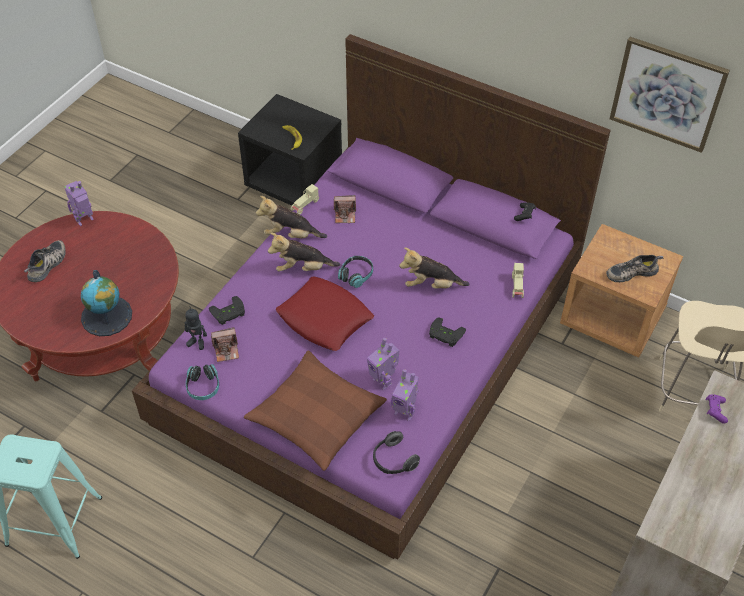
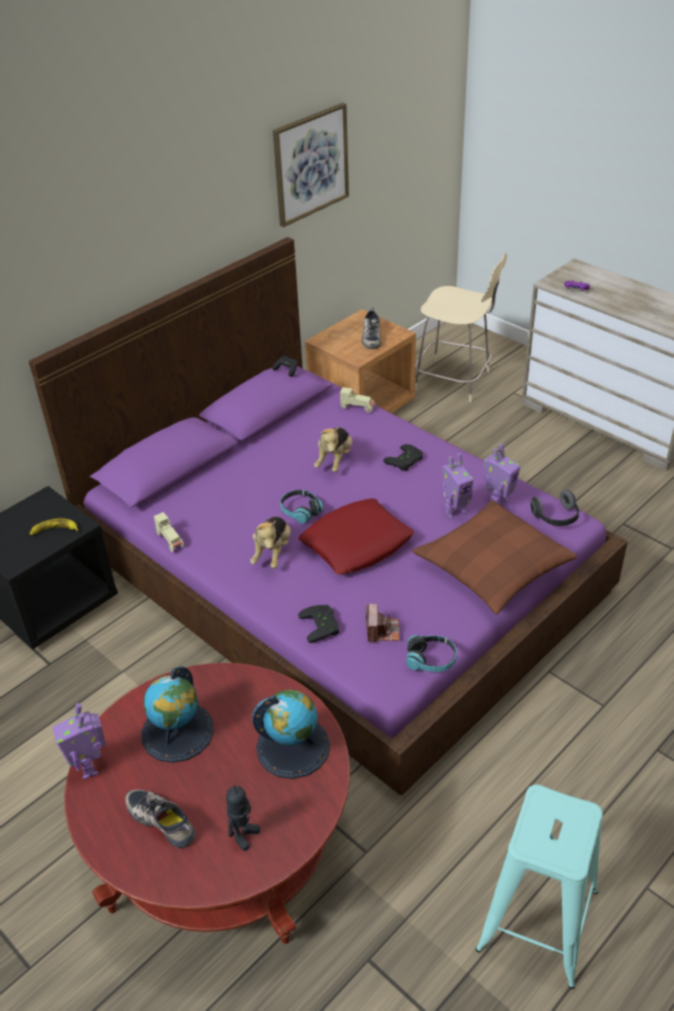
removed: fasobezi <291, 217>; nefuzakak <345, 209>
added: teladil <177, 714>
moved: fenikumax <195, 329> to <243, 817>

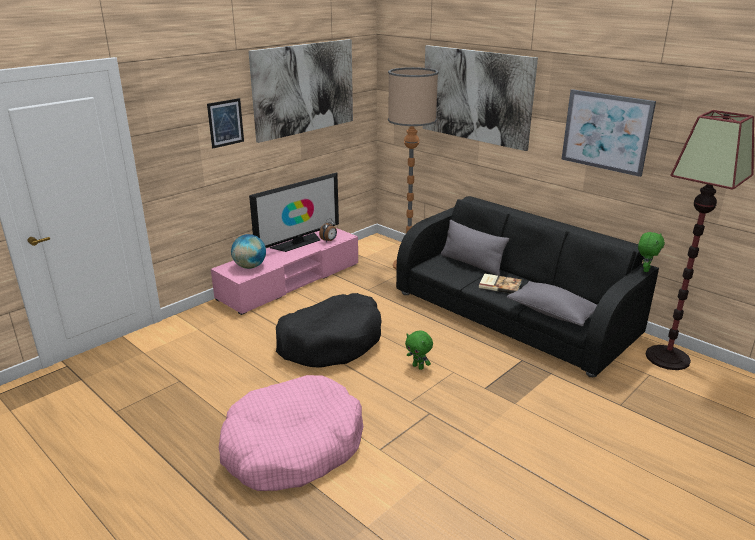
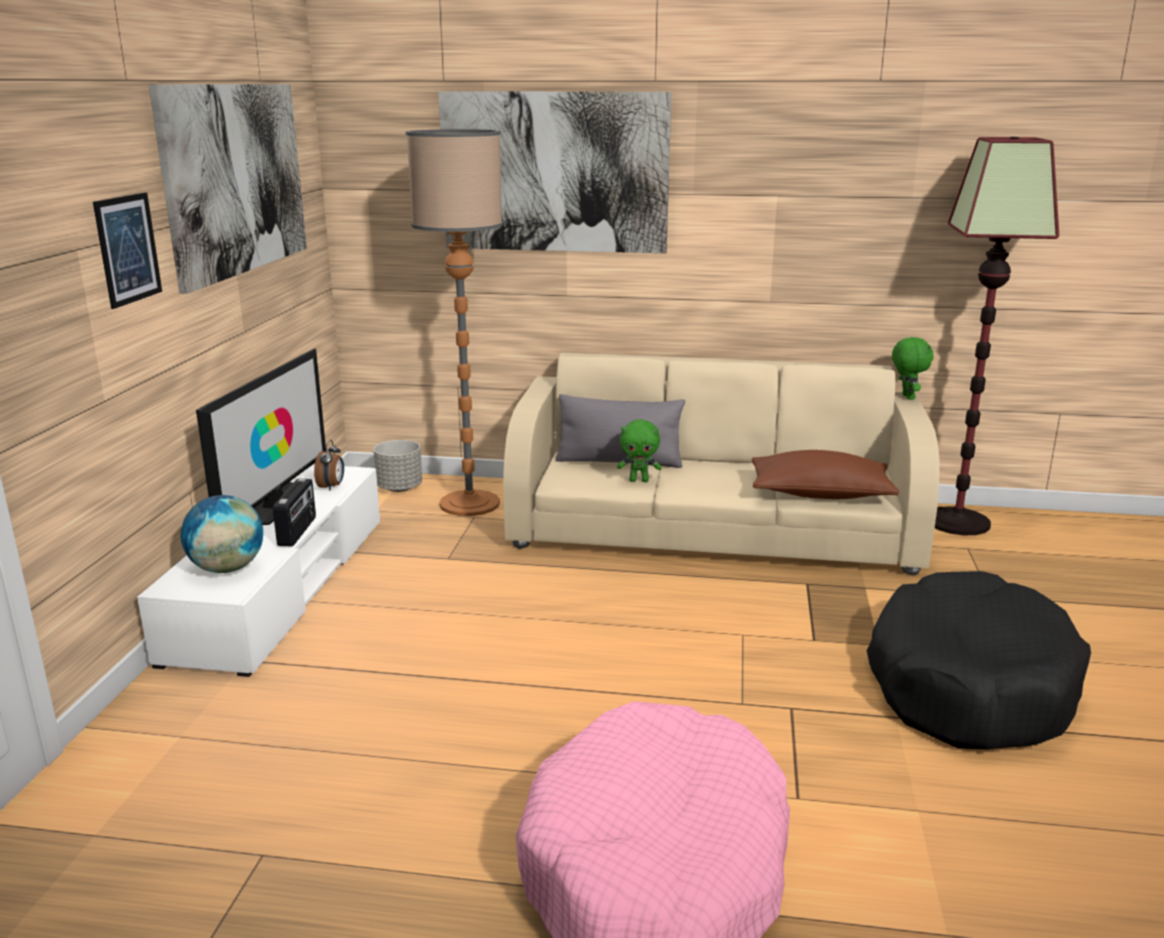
removed: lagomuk <500, 283>; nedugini <608, 133>
added: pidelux <294, 512>; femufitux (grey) <397, 466>
moved: fasobezi (green) <419, 350> to <639, 450>; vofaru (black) <329, 330> to <979, 660>
recoloured: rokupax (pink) <284, 271> to rokupax (white) <258, 570>; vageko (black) <527, 286> to vageko (beige) <721, 464>; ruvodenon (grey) <552, 303> to ruvodenon (brown) <825, 474>

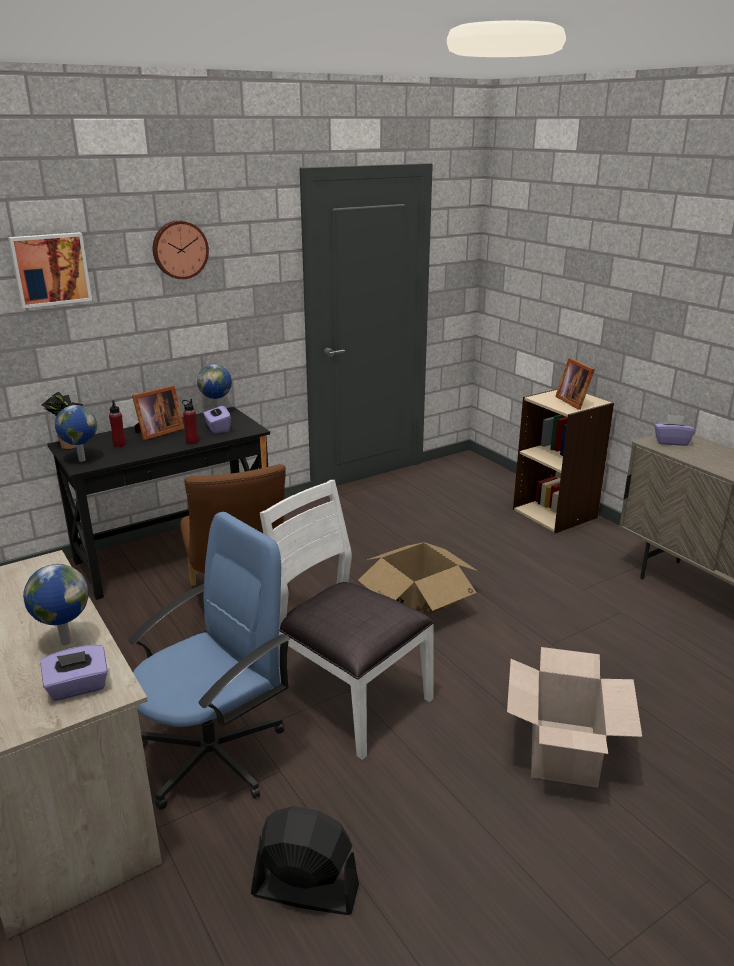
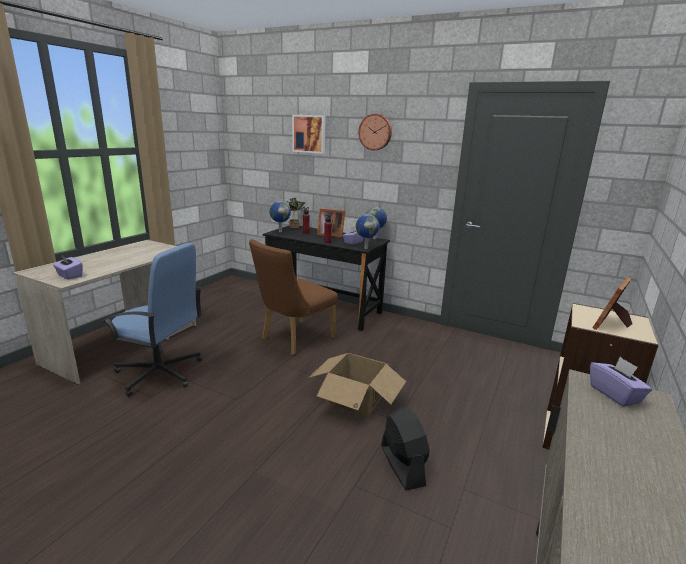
removed: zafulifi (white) <347, 620>; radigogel <574, 717>
moved: teladil <56, 604> to <367, 231>; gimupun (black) <305, 860> to <405, 449>

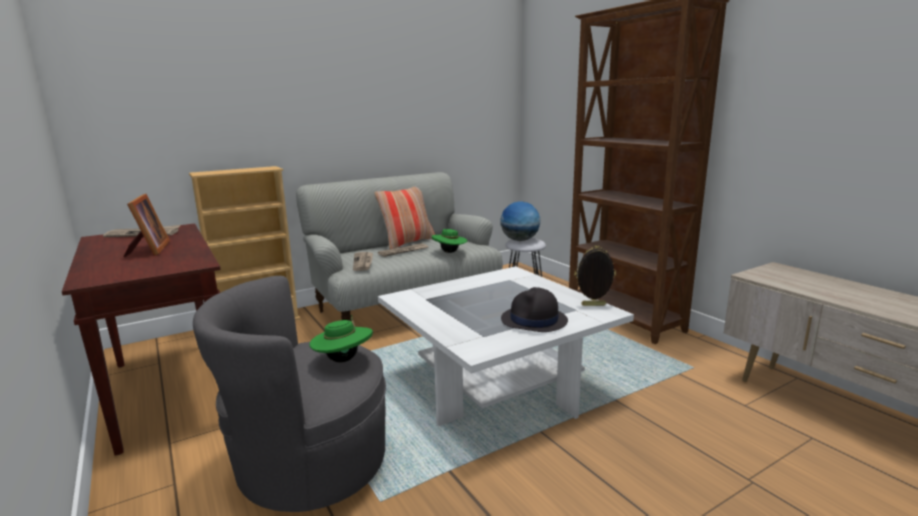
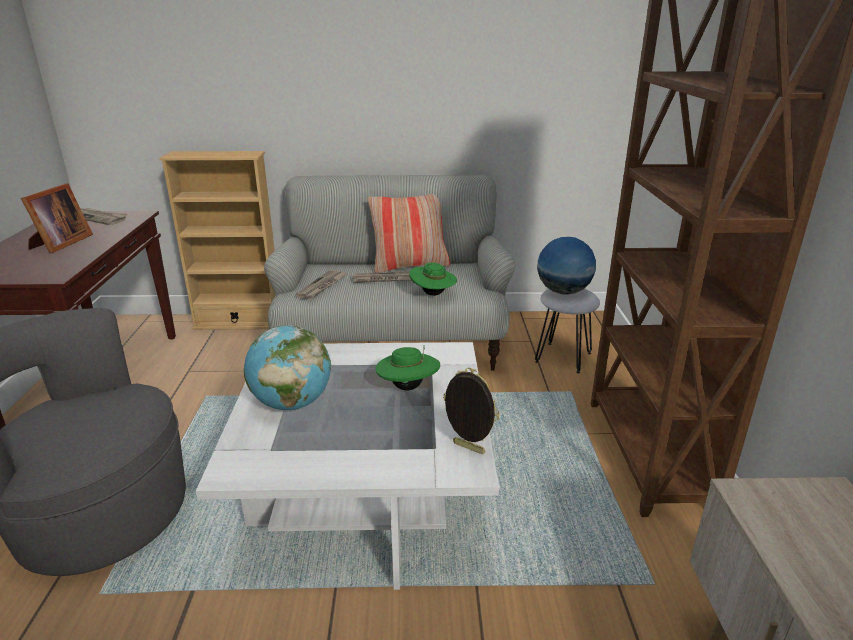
removed: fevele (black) <534, 309>
added: teladil <287, 367>
moved: fevele (green) <341, 339> to <408, 367>

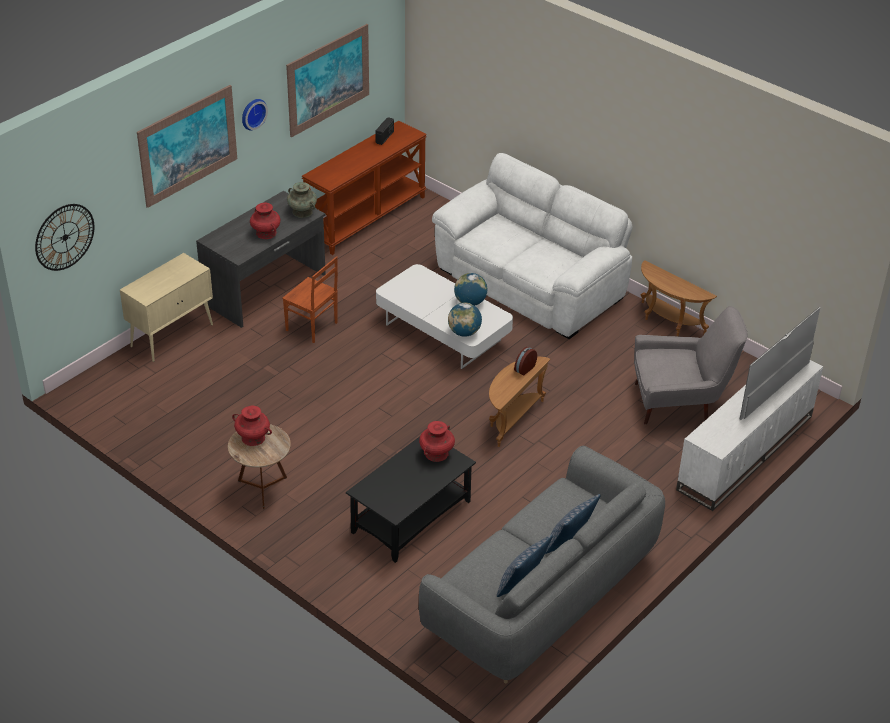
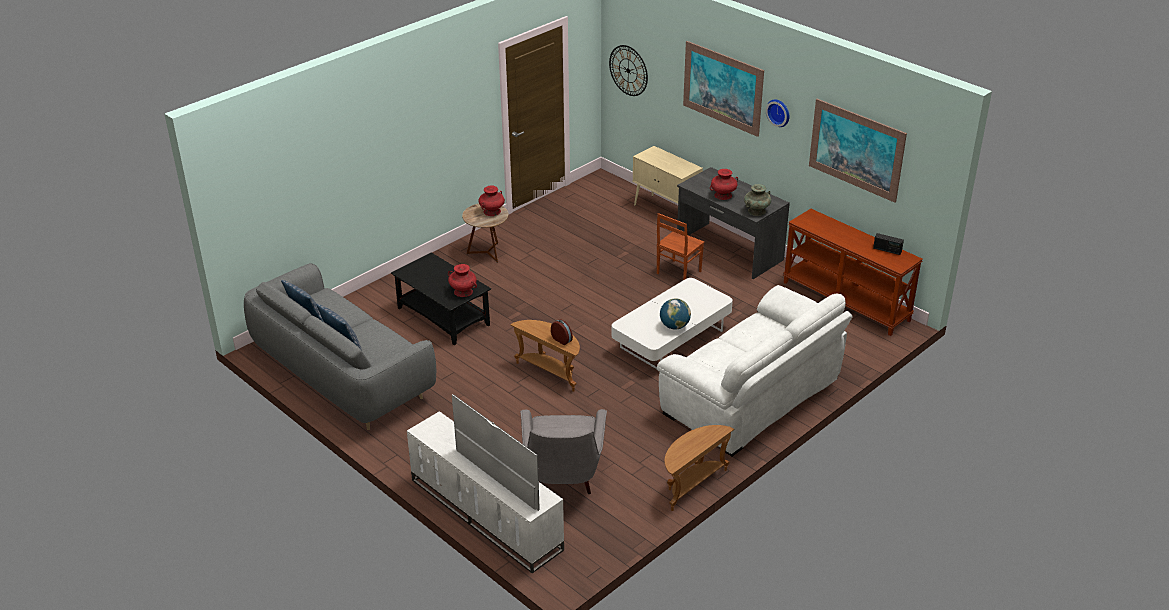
removed: teladil <465, 320>

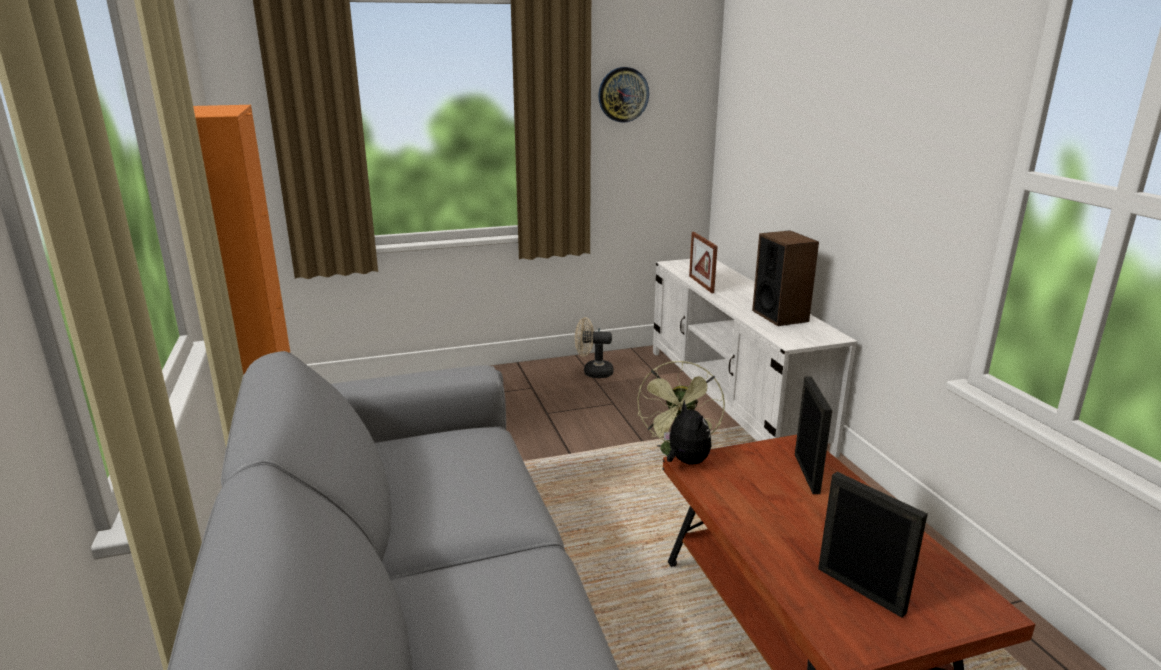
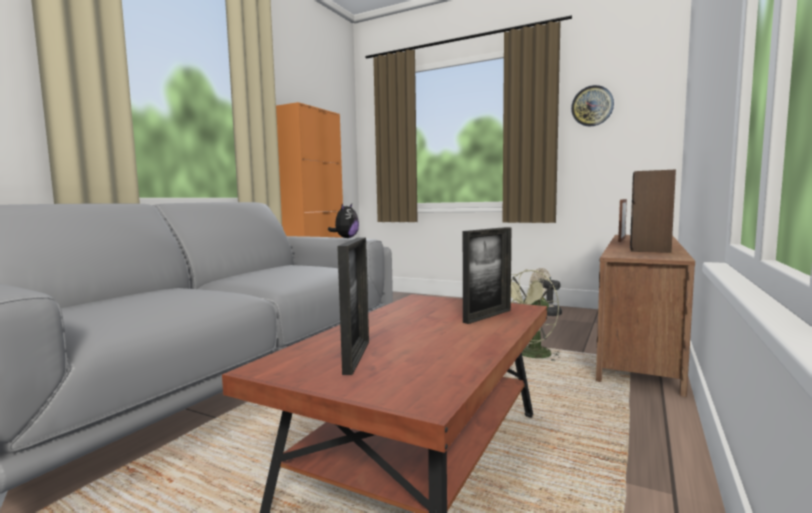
moved: fasobezi <687, 432> to <343, 221>
recoloured: rokupax (white) <755, 358> to rokupax (brown) <645, 316>

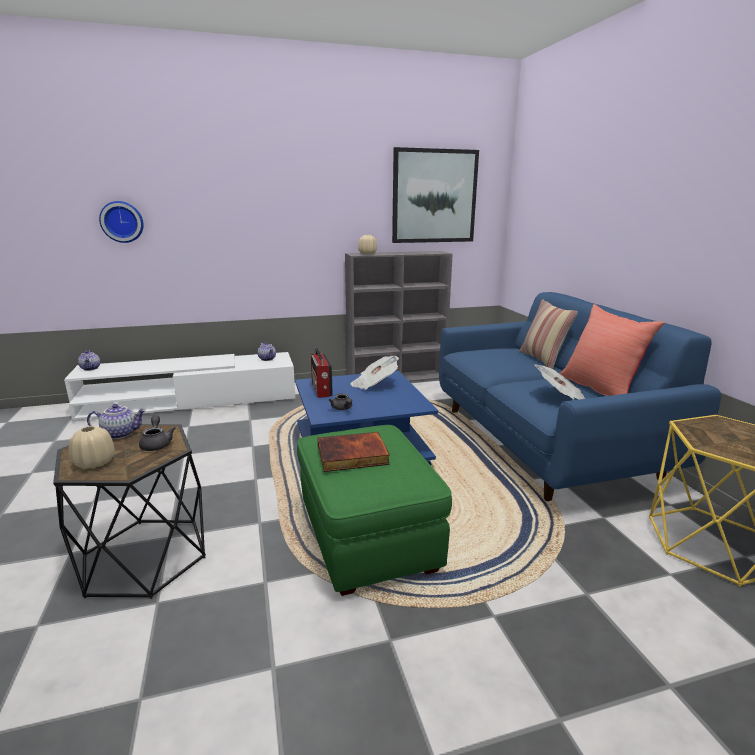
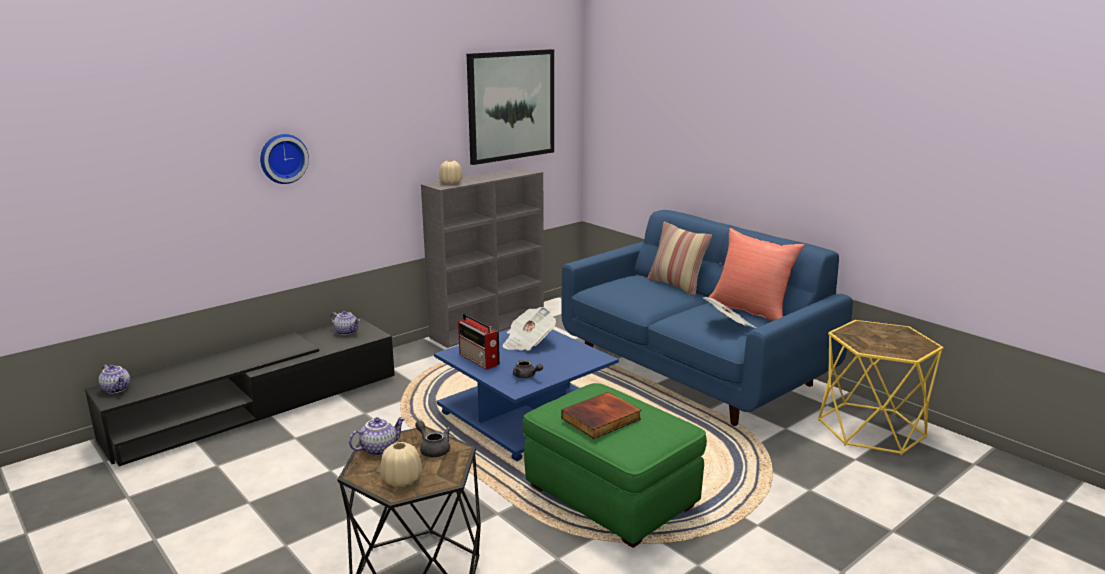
moved: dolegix <121, 222> to <284, 159>
recoloured: rokupax (white) <179, 386> to rokupax (black) <240, 392>

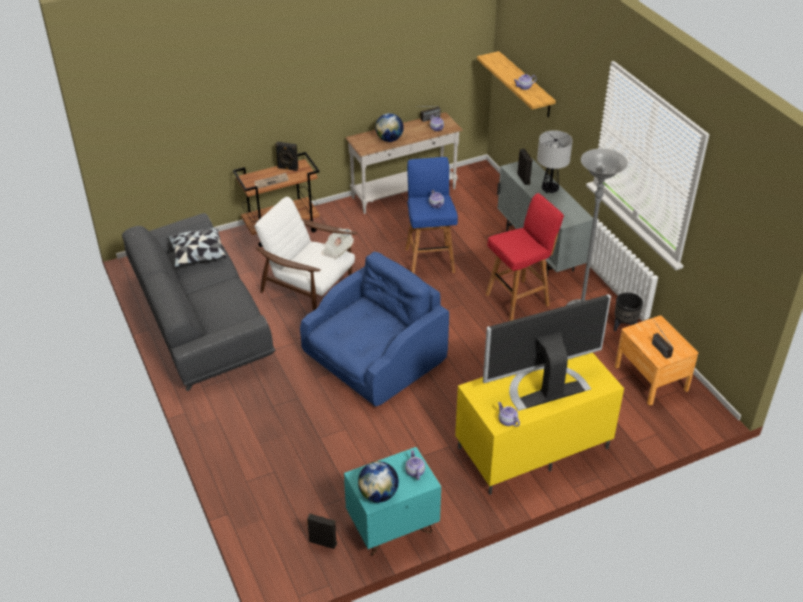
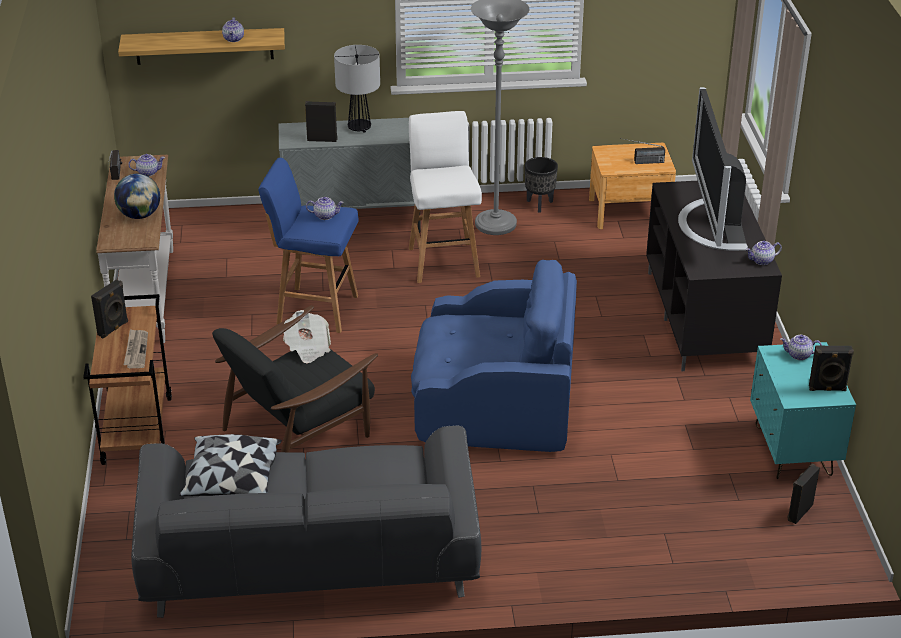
replaced: teladil <378, 482> to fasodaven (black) <831, 368>
recoloured: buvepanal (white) <305, 254> to buvepanal (black) <295, 378>; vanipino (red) <525, 257> to vanipino (white) <445, 197>; rokupax (yellow) <539, 424> to rokupax (black) <714, 276>
turned: buvepanal (blue) <374, 329> = <494, 356> 120 degrees clockwise

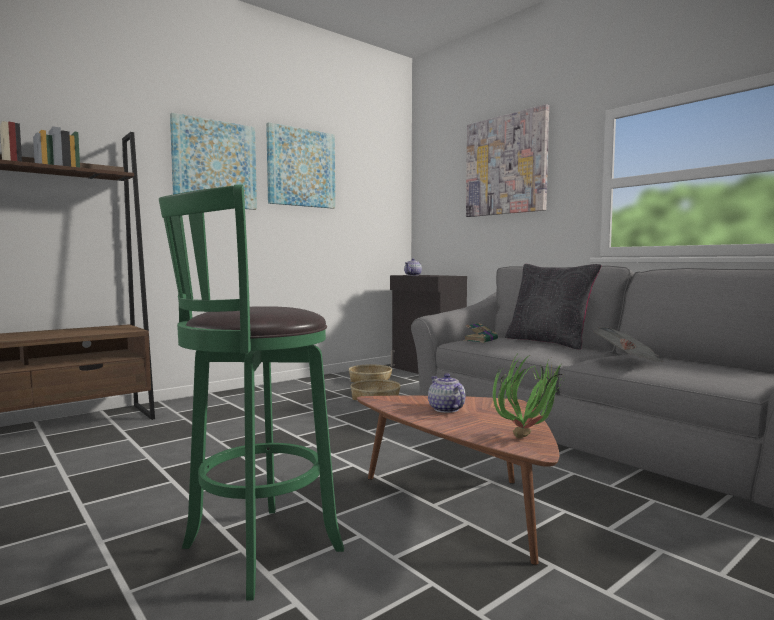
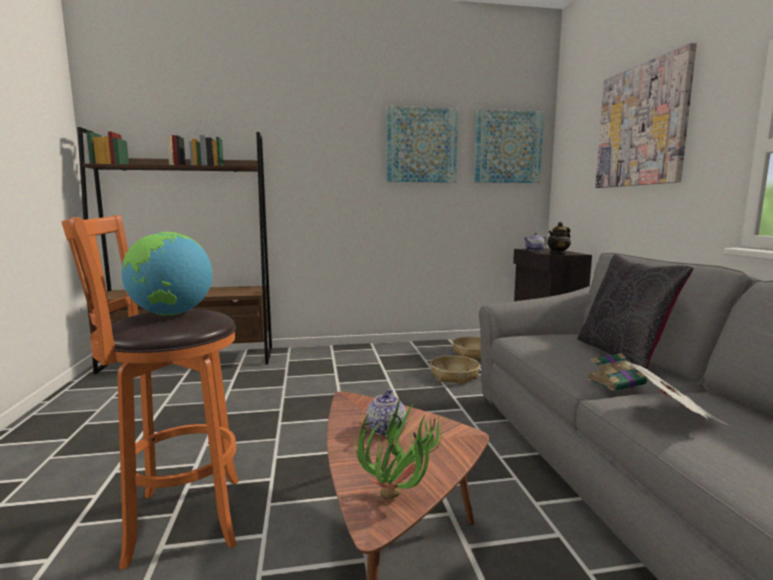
added: teladil <166, 274>; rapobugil <559, 238>
moved: nedugini <213, 161> to <509, 146>; lagomuk <480, 333> to <616, 372>
recoloured: vanipino (green) <251, 393> to vanipino (orange) <150, 392>

